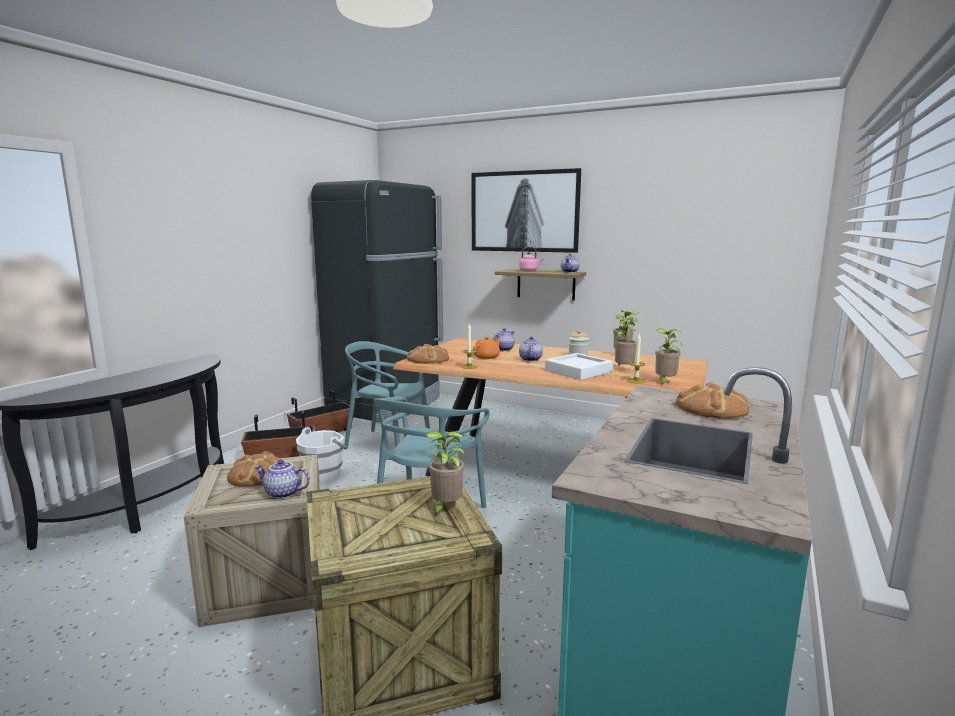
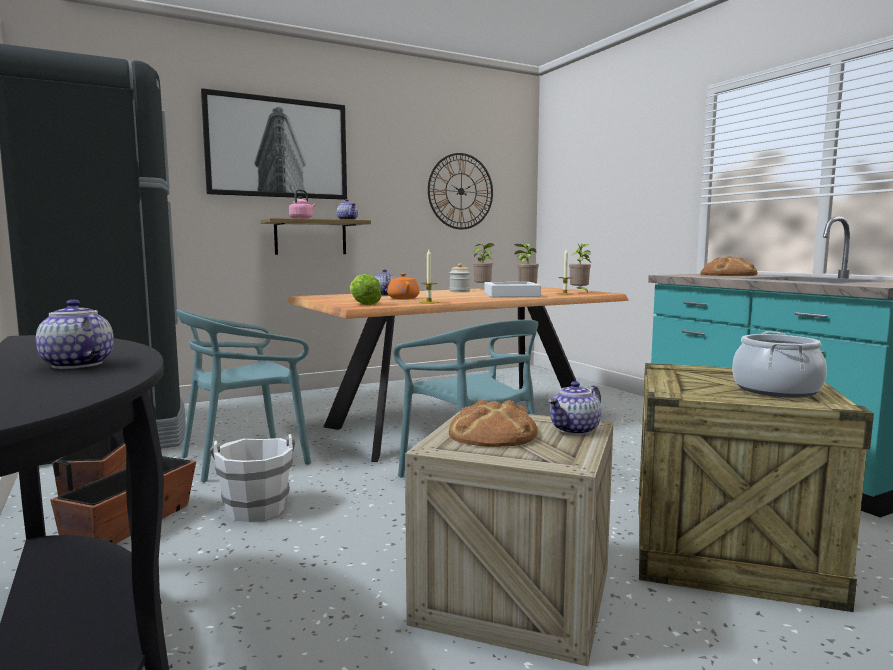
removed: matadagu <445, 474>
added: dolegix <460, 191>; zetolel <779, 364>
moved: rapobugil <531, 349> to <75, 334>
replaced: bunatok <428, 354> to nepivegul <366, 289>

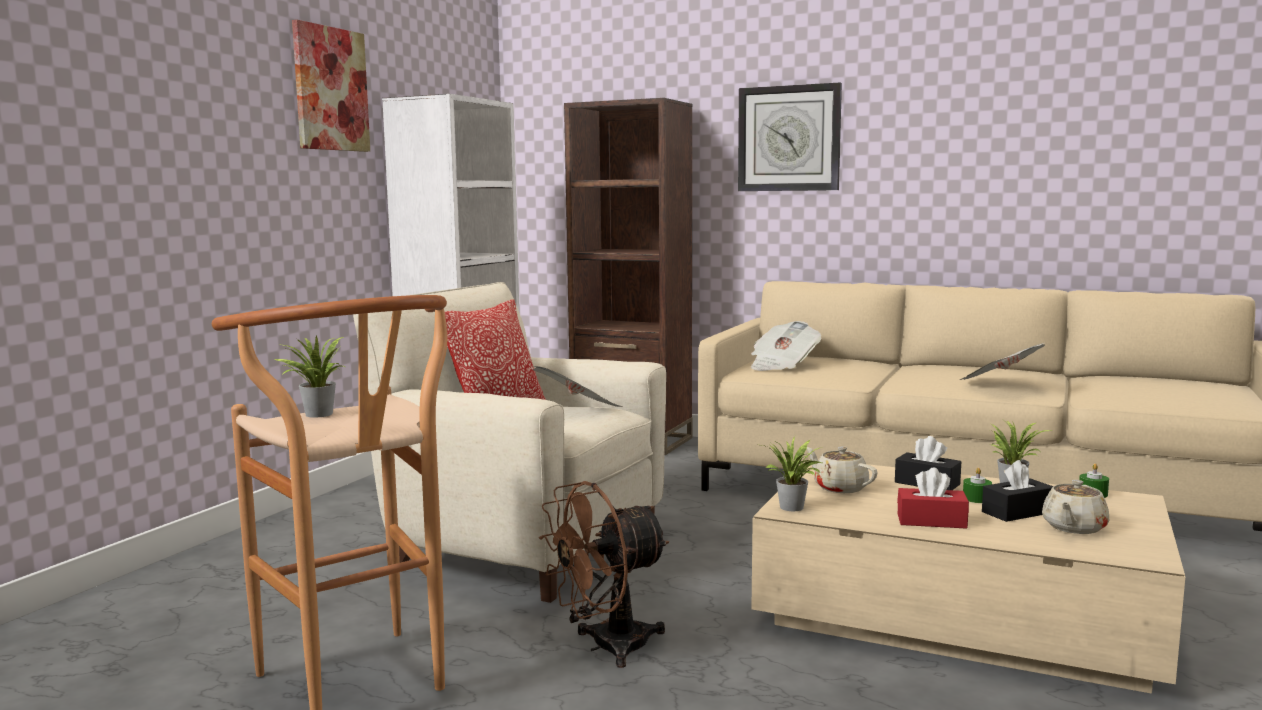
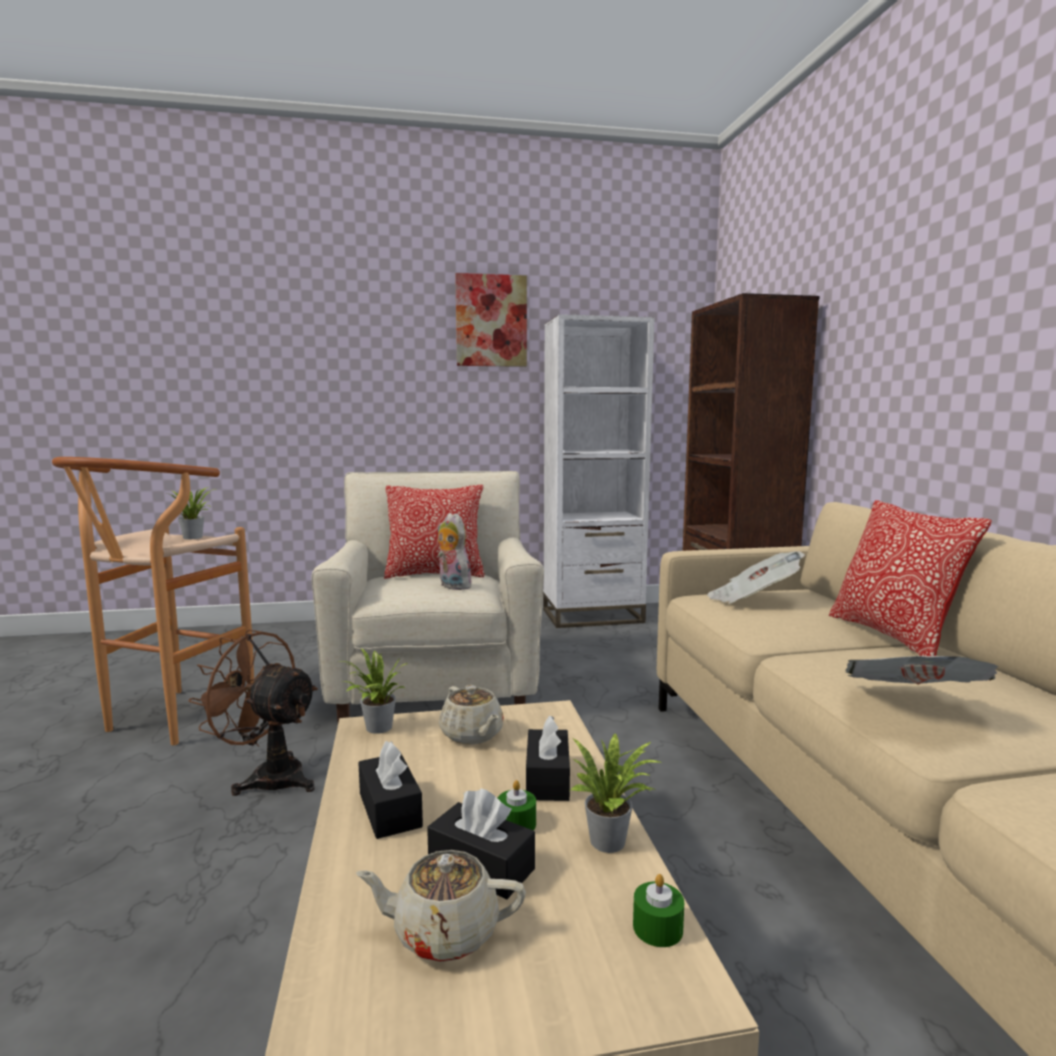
removed: dolegix <790, 136>
added: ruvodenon <910, 578>
replaced: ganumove <578, 386> to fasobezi <454, 551>
recoloured: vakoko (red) <933, 498> to vakoko (black) <390, 790>
turned: rapobugil (beige) <842, 469> = <471, 714> 135 degrees clockwise

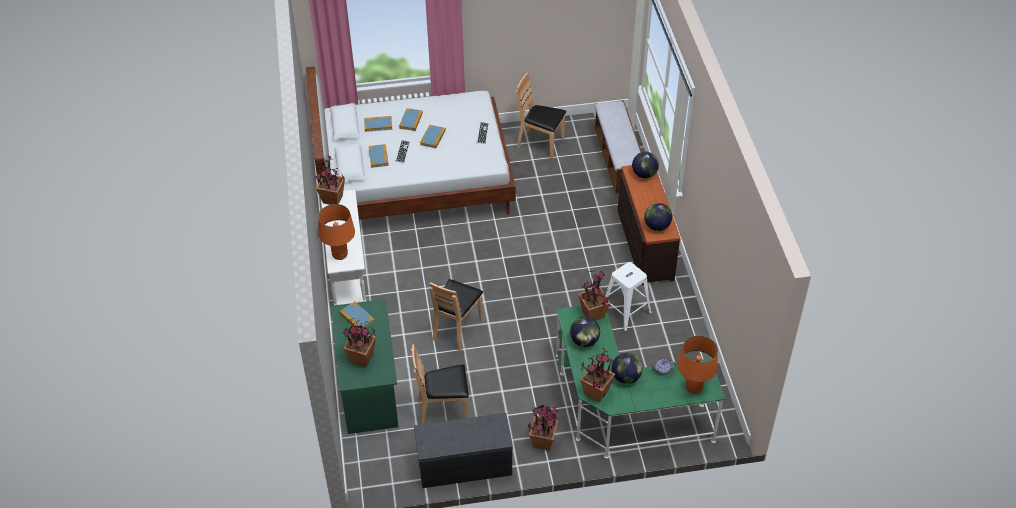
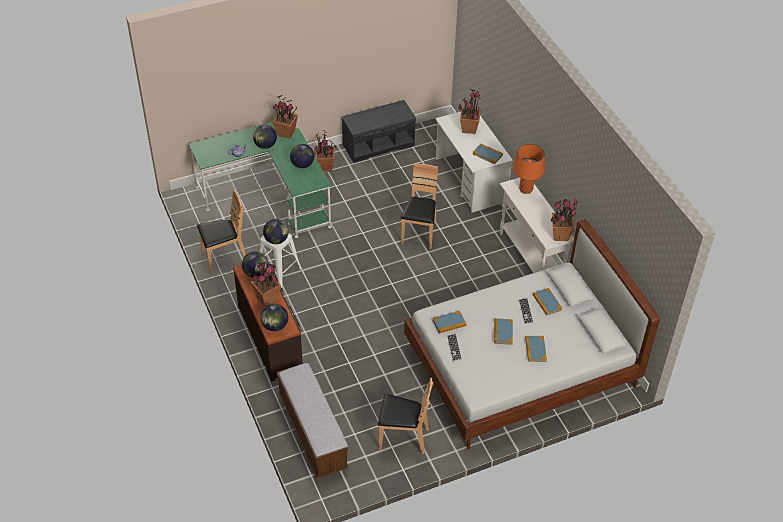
removed: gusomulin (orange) <697, 365>
added: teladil <276, 231>
moved: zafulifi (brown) <440, 384> to <221, 231>; matadagu <594, 295> to <266, 284>; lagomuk <378, 124> to <449, 322>
recoloured: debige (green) <365, 366> to debige (white) <474, 162>

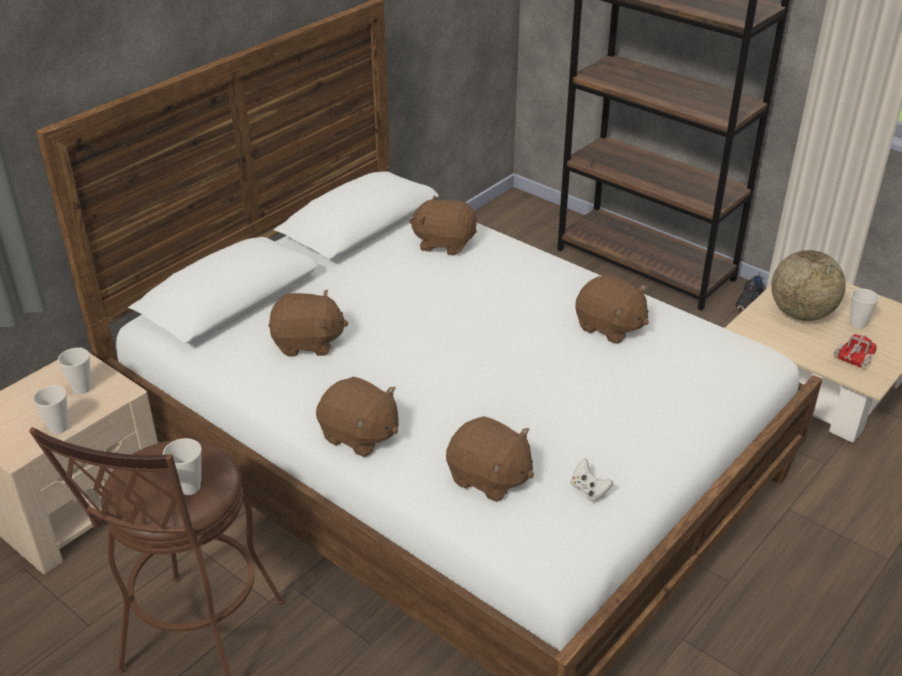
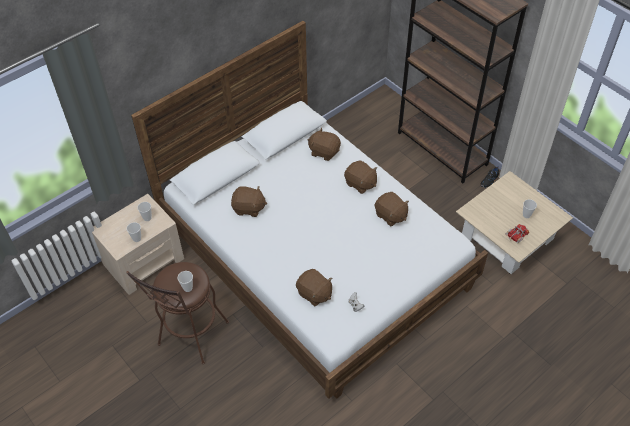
removed: teladil <808, 285>
moved: fasobezi (brown) <357, 416> to <360, 177>

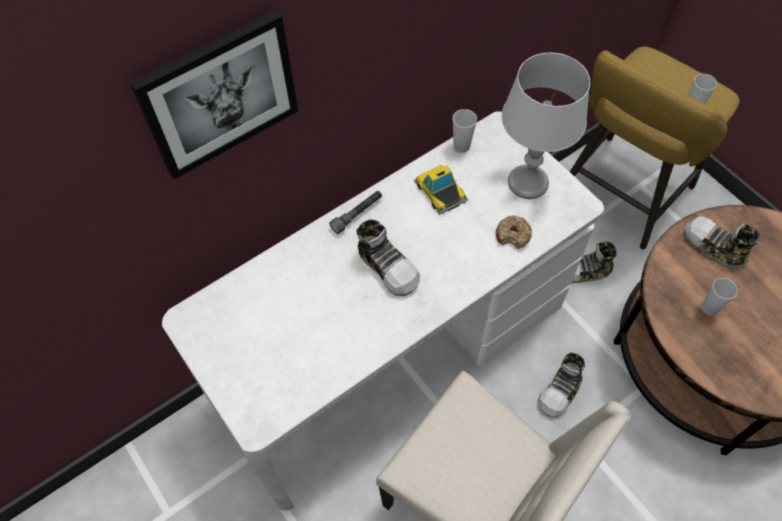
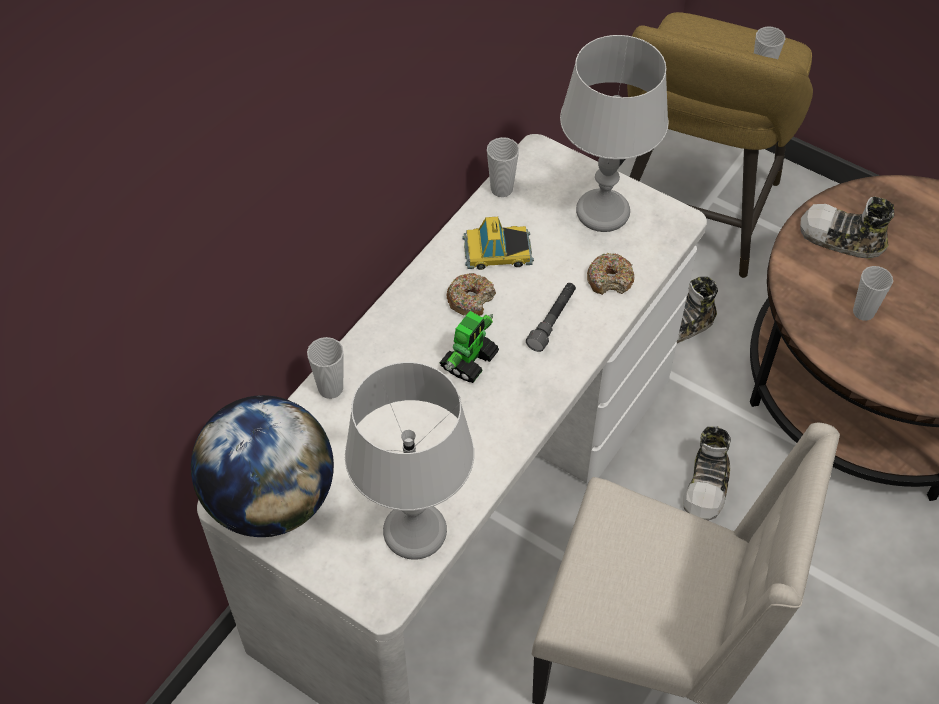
removed: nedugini <214, 94>
added: teladil <262, 466>; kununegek <325, 368>; gusomulin (grey) <409, 461>; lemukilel <471, 294>
moved: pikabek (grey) <355, 212> to <551, 317>
replaced: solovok <388, 257> to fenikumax <469, 347>
turned: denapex <441, 190> = <498, 243> 45 degrees counterclockwise

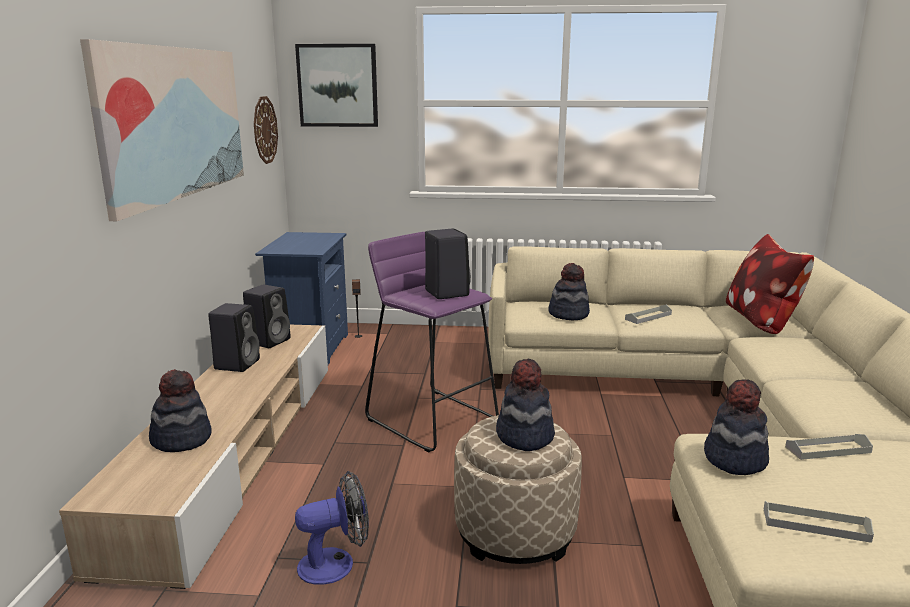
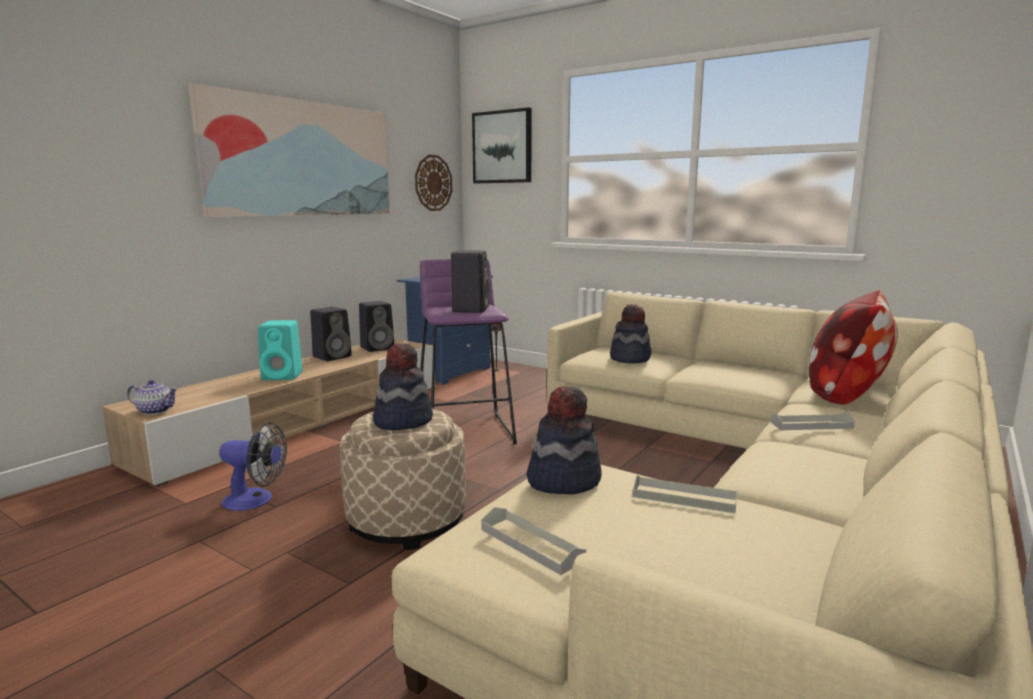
removed: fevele <180, 410>
added: rapobugil <152, 397>; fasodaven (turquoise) <280, 350>
moved: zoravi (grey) <648, 314> to <812, 421>

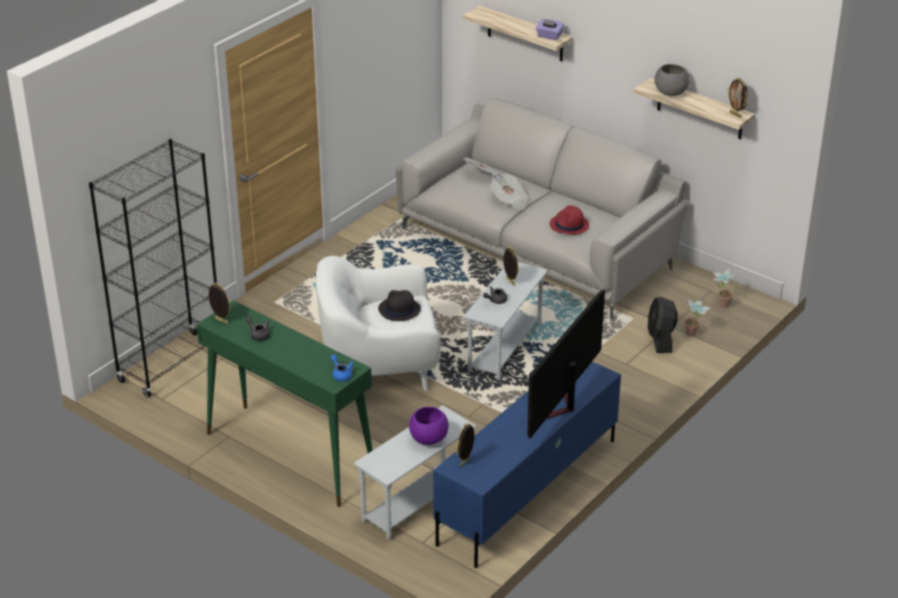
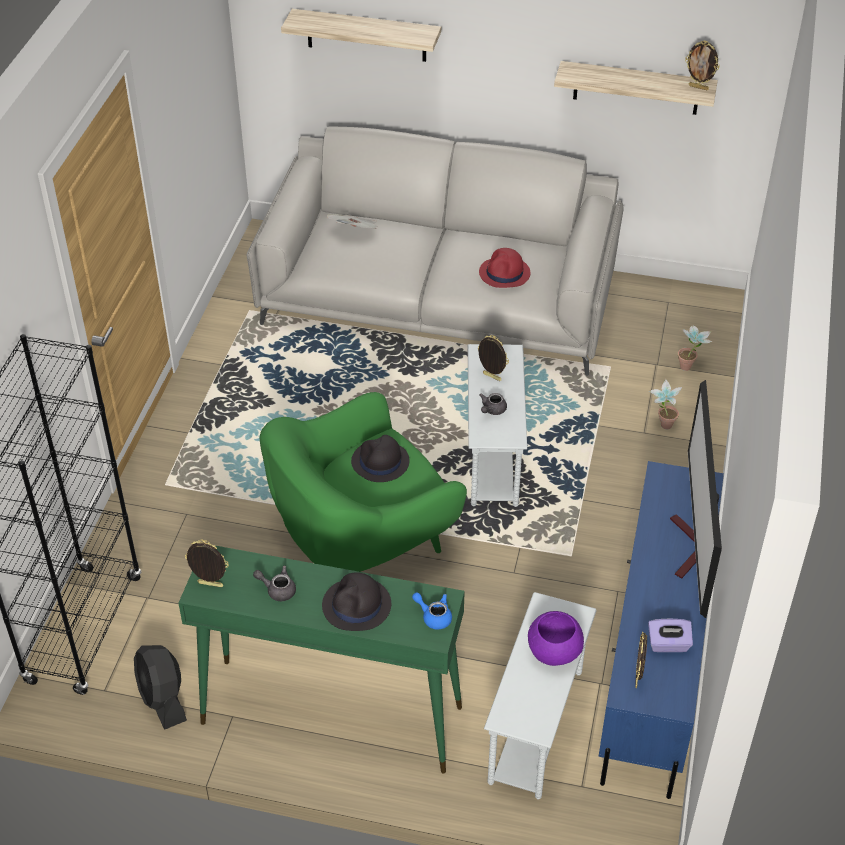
removed: ganumove <510, 191>; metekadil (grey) <671, 80>
added: fevele (black) <356, 601>
moved: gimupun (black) <663, 325> to <160, 687>; vakoko (purple) <550, 29> to <670, 635>; matadagu <724, 287> to <665, 404>
recoloured: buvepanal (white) <378, 323> to buvepanal (green) <363, 482>

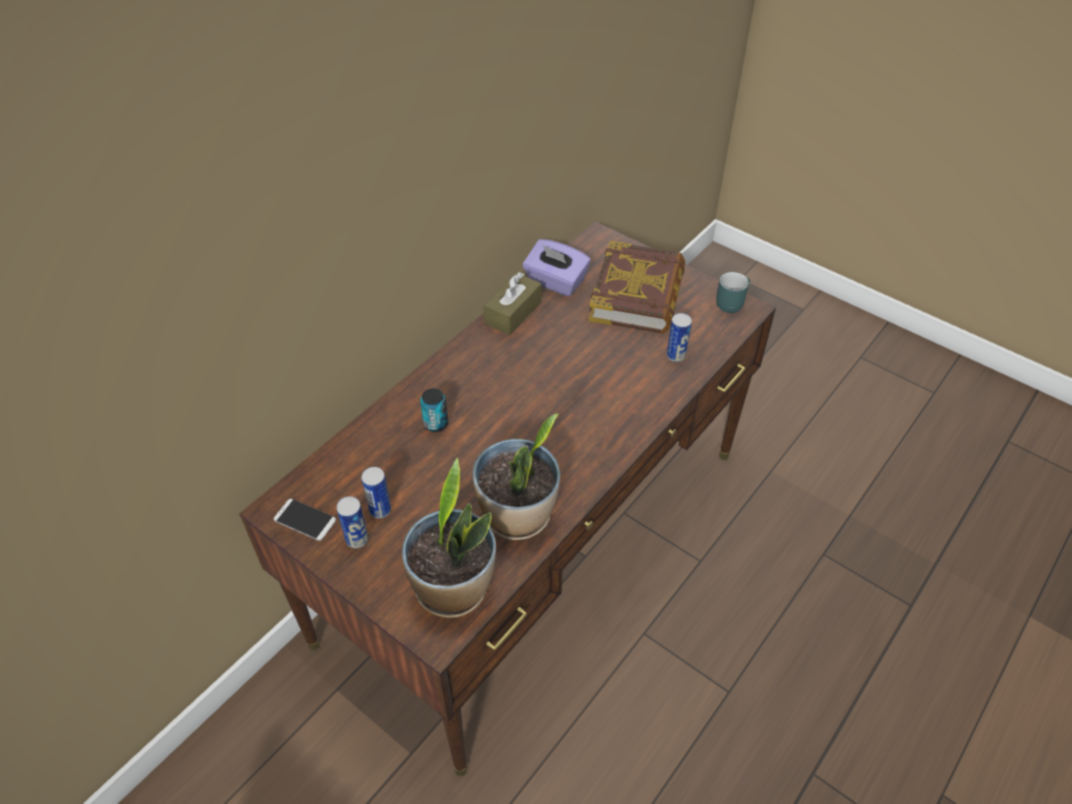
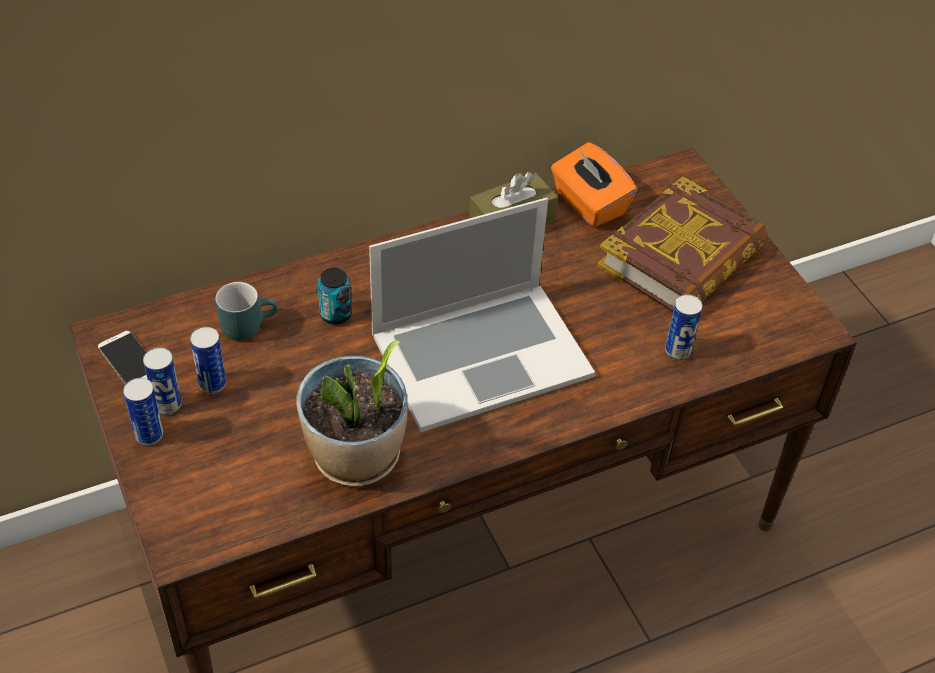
removed: matadagu <449, 537>
added: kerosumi <143, 412>; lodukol <482, 315>
moved: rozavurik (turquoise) <733, 292> to <246, 311>
recoloured: vakoko (purple) <557, 267> to vakoko (orange) <594, 184>

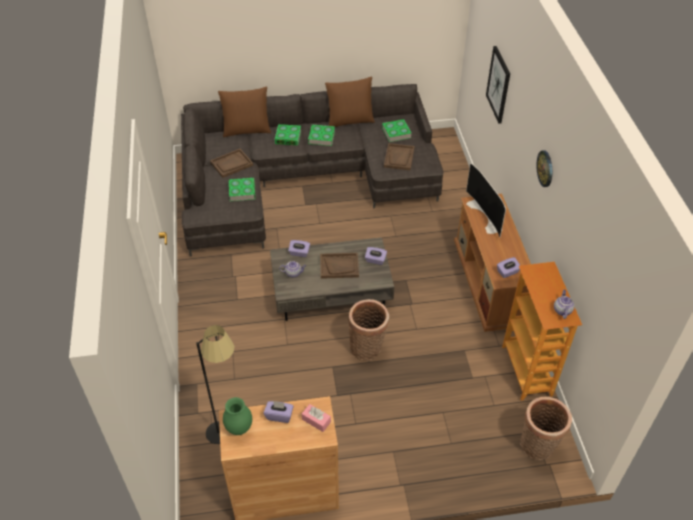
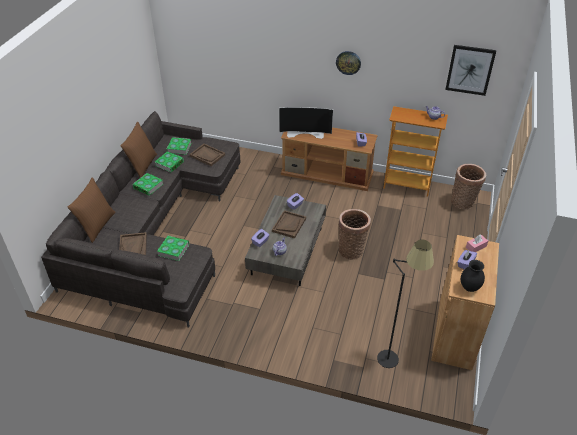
moved: lagomuk <288, 134> to <169, 162>; nedugini <498, 85> to <470, 70>
recoloured: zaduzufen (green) <237, 416> to zaduzufen (black) <473, 276>

